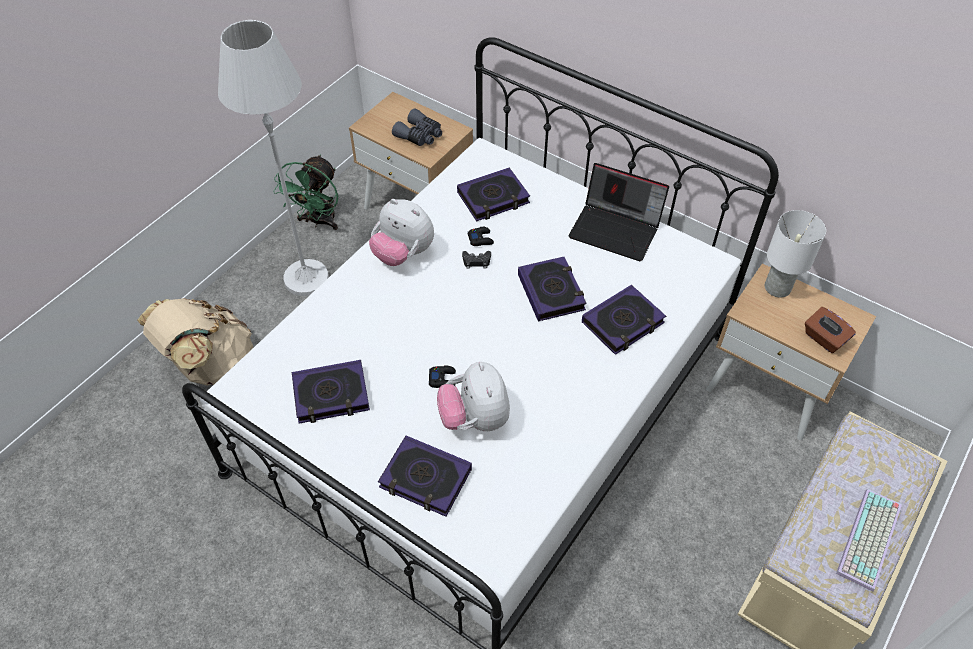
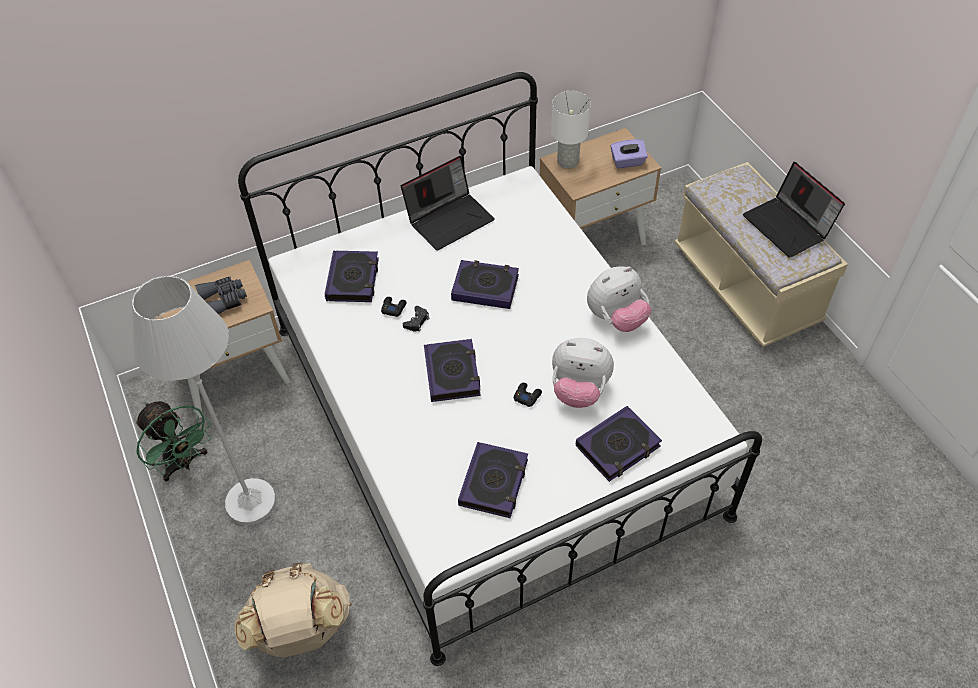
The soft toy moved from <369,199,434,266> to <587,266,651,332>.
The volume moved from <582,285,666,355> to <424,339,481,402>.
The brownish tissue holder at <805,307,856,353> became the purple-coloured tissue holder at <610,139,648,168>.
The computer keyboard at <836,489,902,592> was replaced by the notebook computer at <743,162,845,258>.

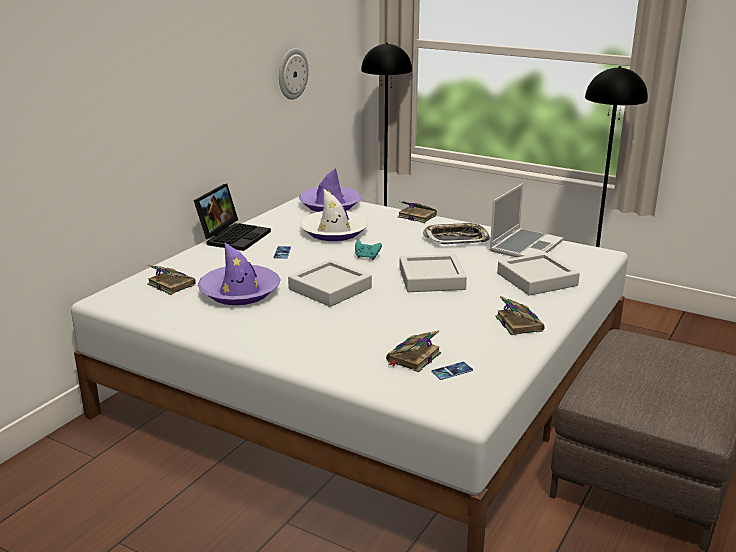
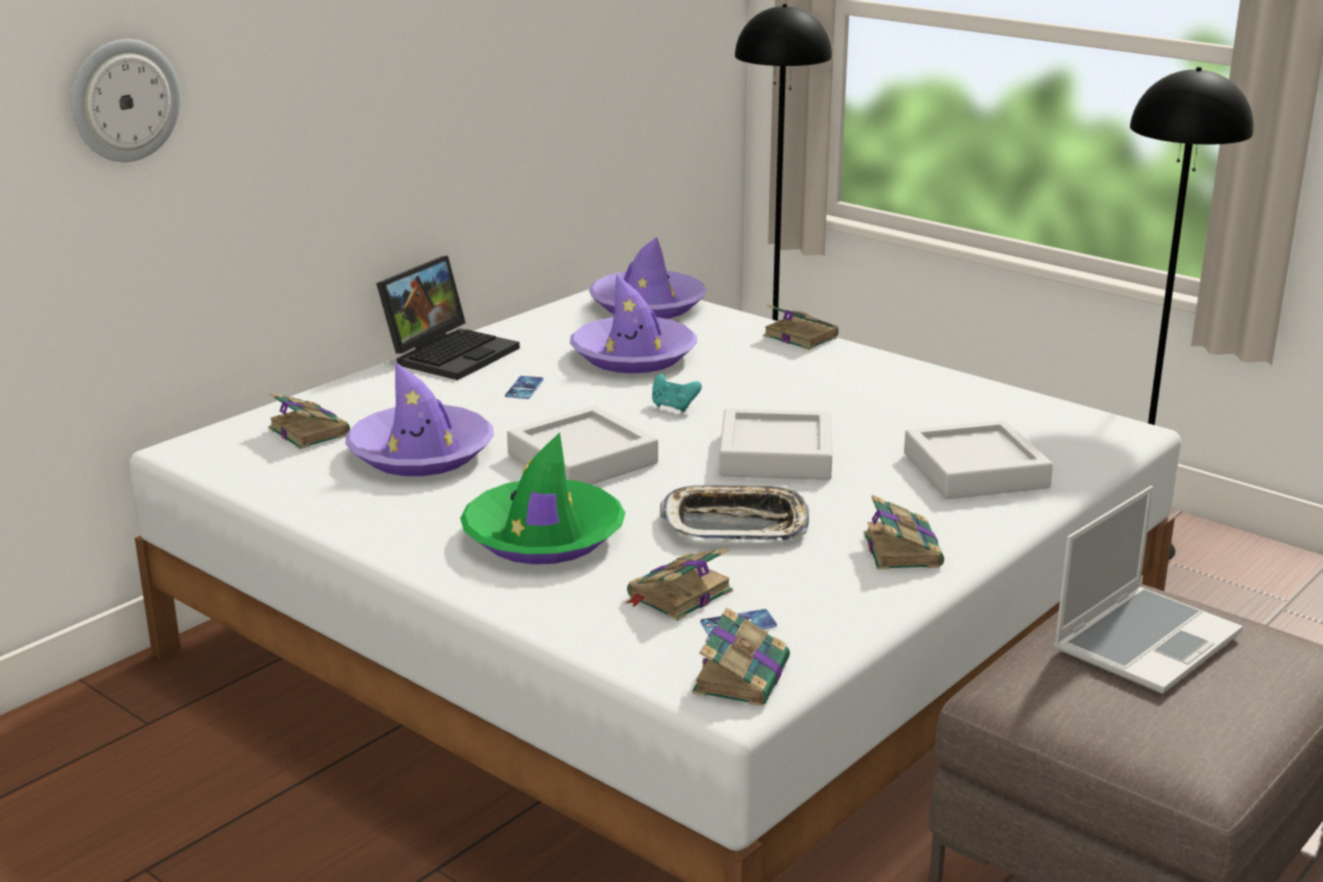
The clock on the wall moved from <279,48,309,100> to <71,39,180,162>.
The notebook computer moved from <489,183,563,257> to <1054,486,1243,694>.
The white clothing hat at <300,189,368,241> became the purple-coloured clothing hat at <570,274,697,373>.
The tray moved from <423,222,490,244> to <660,485,809,540>.
The green clothing hat at <460,432,625,564> appeared.
The volume at <692,607,790,706> appeared.

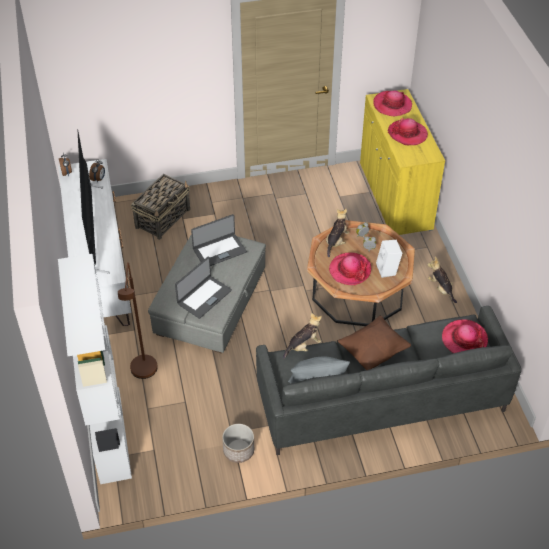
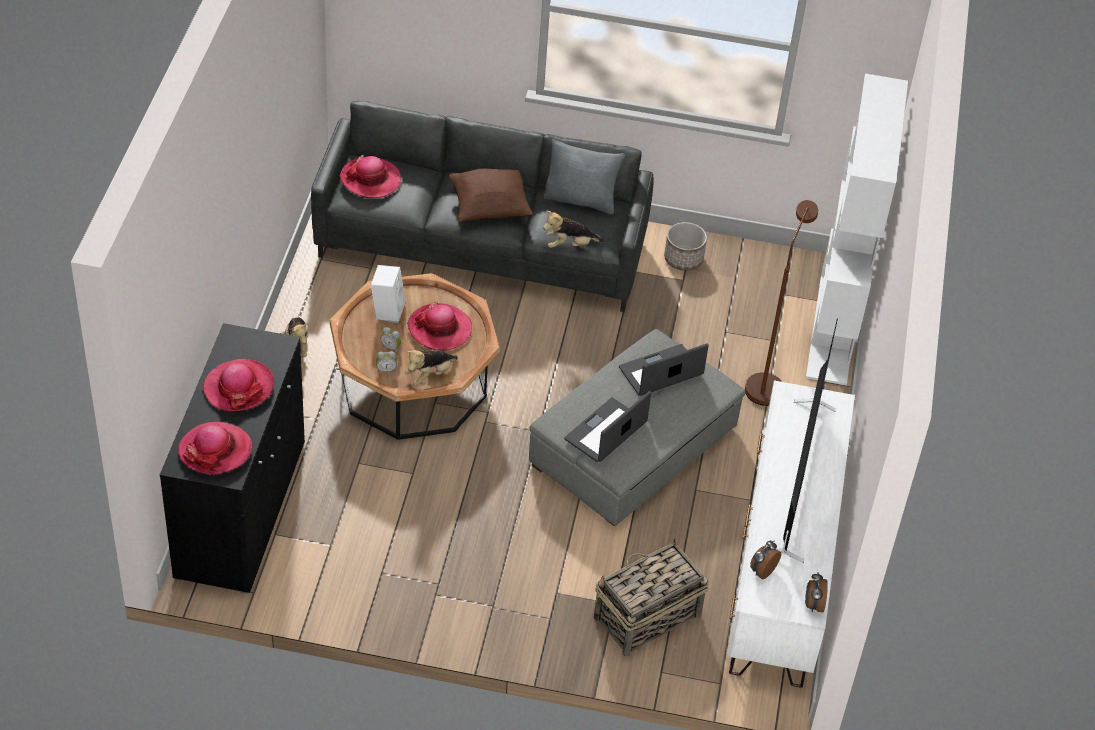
The yellow cupboard at <360,89,445,235> became the black cupboard at <160,323,305,594>.
The notebook computer at <191,214,247,266> turned 45 degrees counterclockwise.

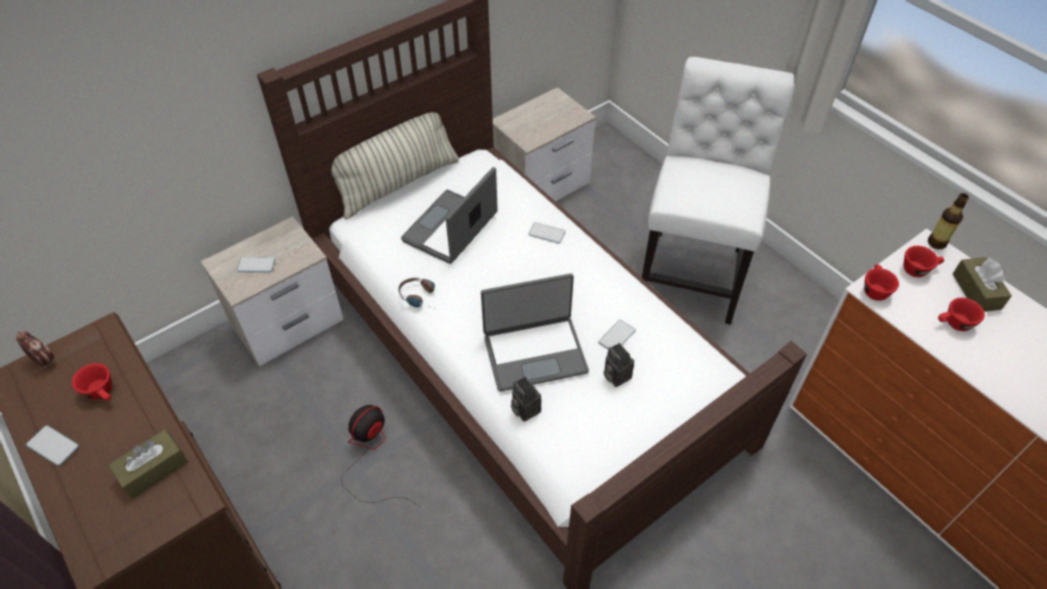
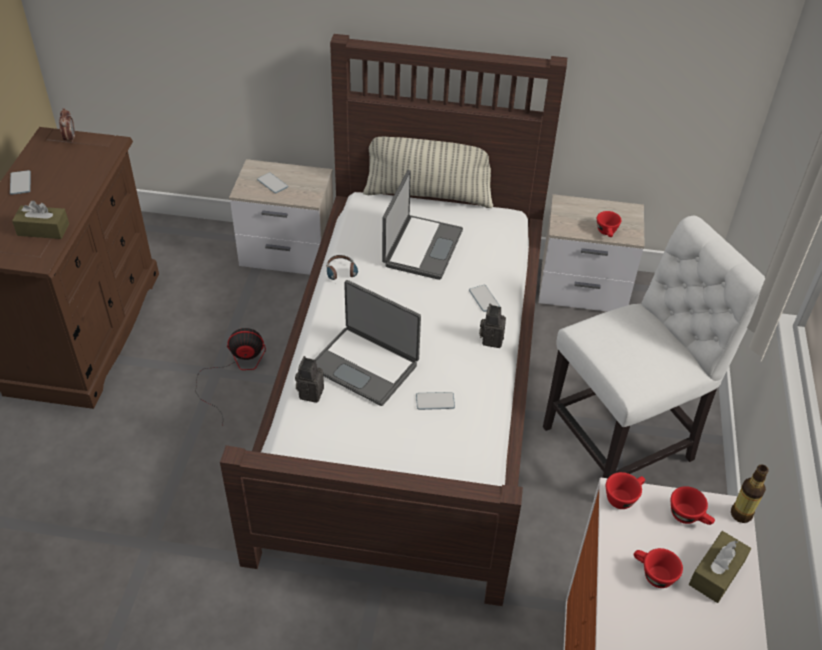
The notebook computer at <401,167,498,264> turned 120 degrees clockwise.
The photo camera moved from <603,343,634,387> to <479,303,506,348>.
The reddish small cup moved from <72,363,112,401> to <597,211,621,237>.

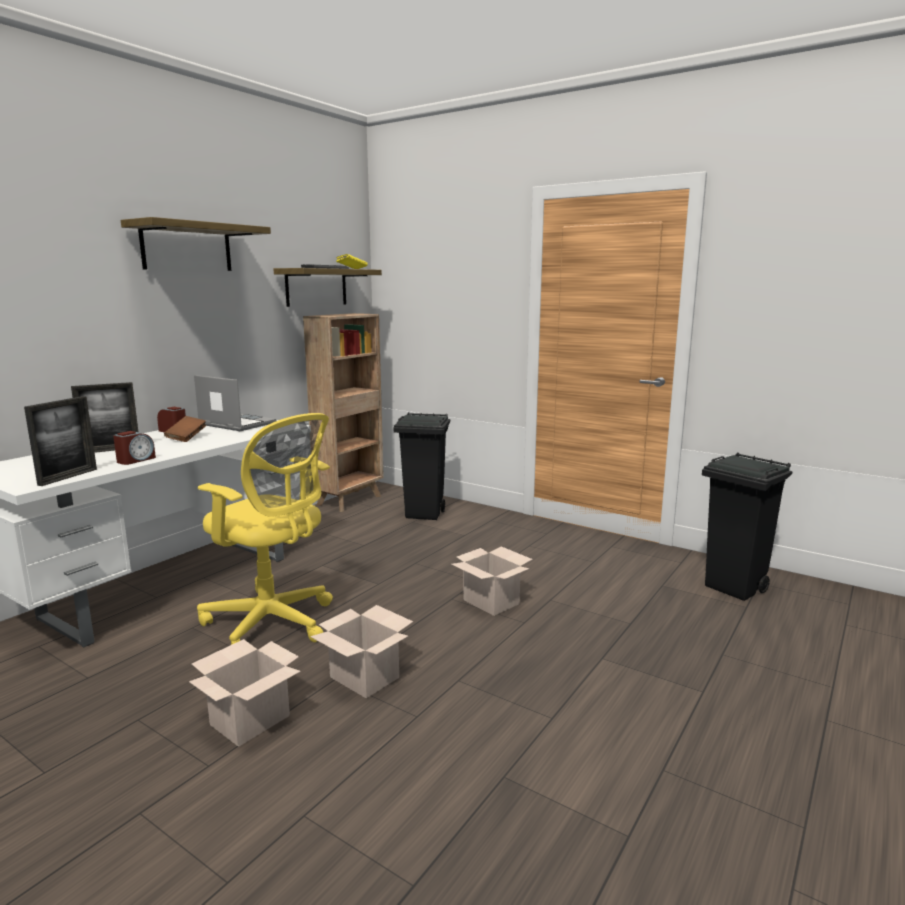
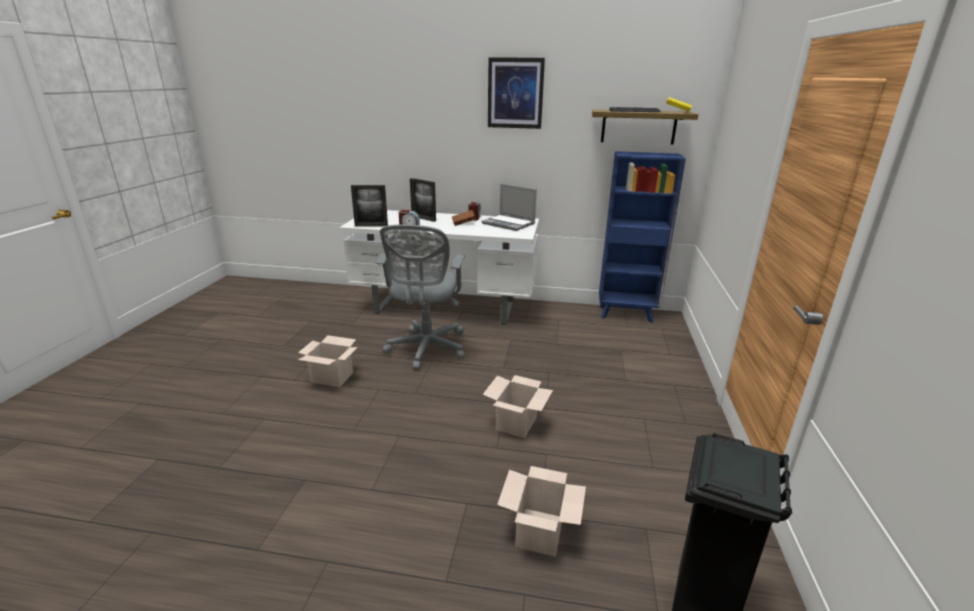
The shelf at <121,217,271,271> was replaced by the wall art at <488,57,545,129>.
The brownish bookshelf at <303,313,384,512> became the bluish bookshelf at <599,151,686,323>.
The notebook computer at <194,375,277,431> turned 120 degrees clockwise.
The yellow desk chair at <197,413,333,645> became the grey desk chair at <376,224,465,370>.
The black rubbish bin at <394,413,450,520> disappeared.
The carton moved from <310,605,413,698> to <497,466,586,557>.

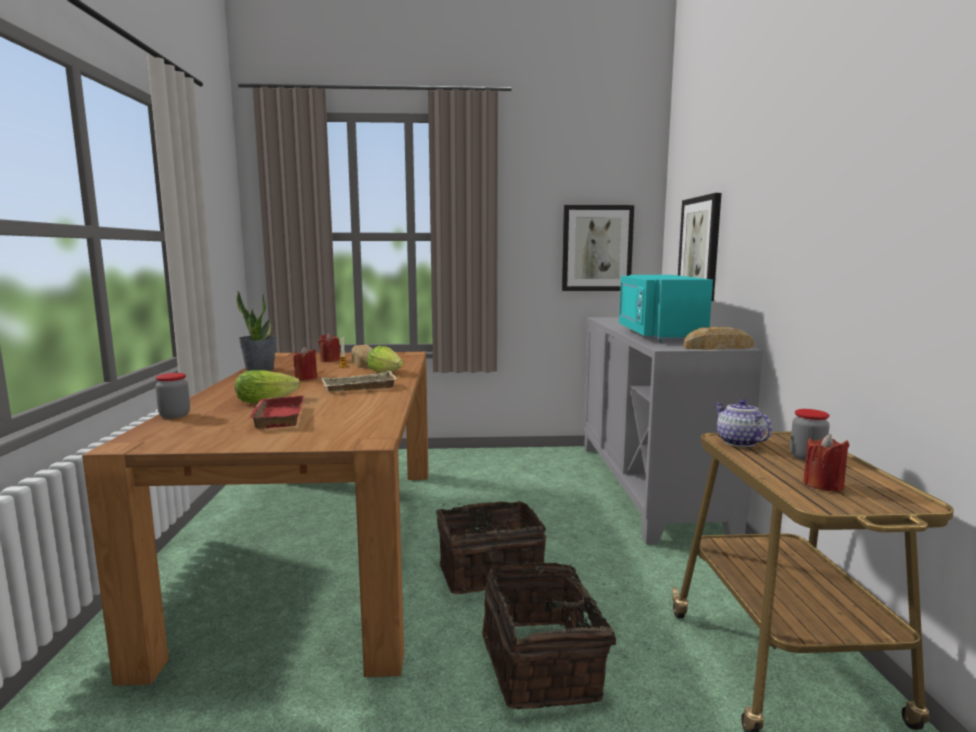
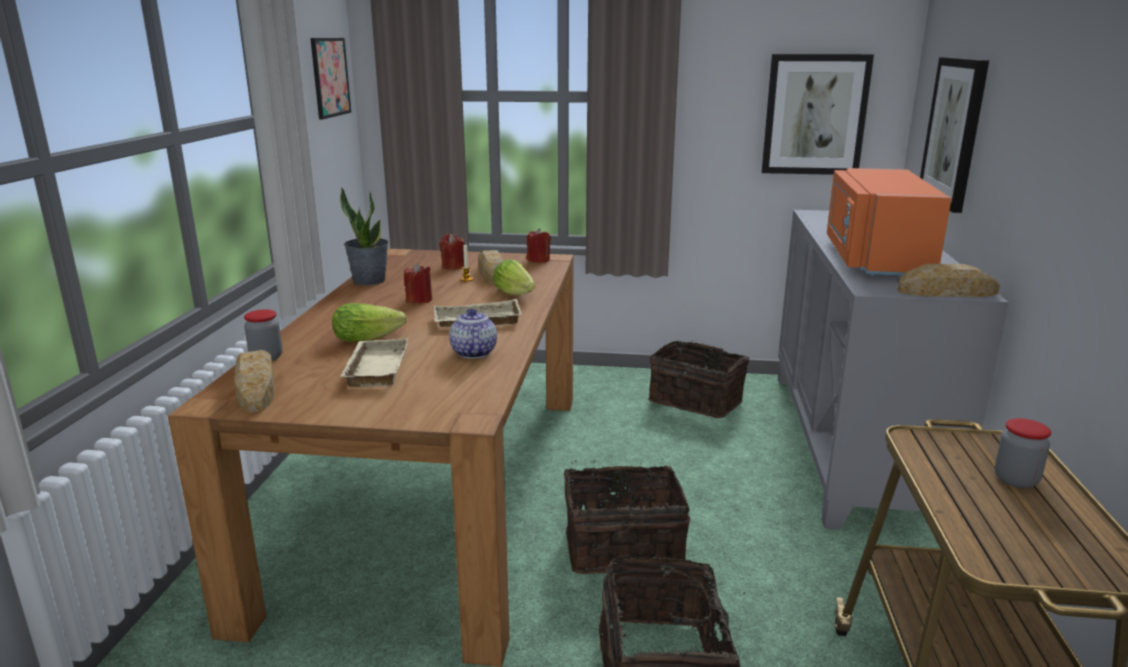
The blue-green microwave oven at <619,275,713,342> became the orangey microwave oven at <827,168,952,276>.
The reddish tray at <249,395,304,428> became the sand-coloured tray at <340,338,408,387>.
The tea pot moved from <715,399,772,447> to <449,309,497,359>.
The reddish wax light moved from <803,434,850,492> to <527,228,551,263>.
The wall art at <310,38,351,119> appeared.
The household basket at <648,340,749,418> appeared.
The baked bread at <234,350,275,413> appeared.

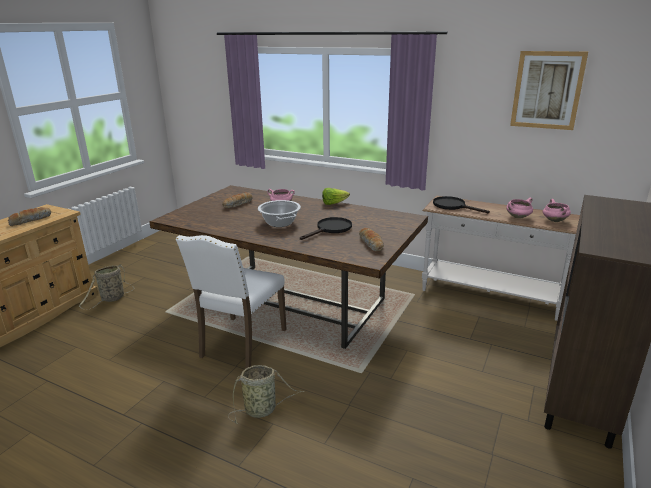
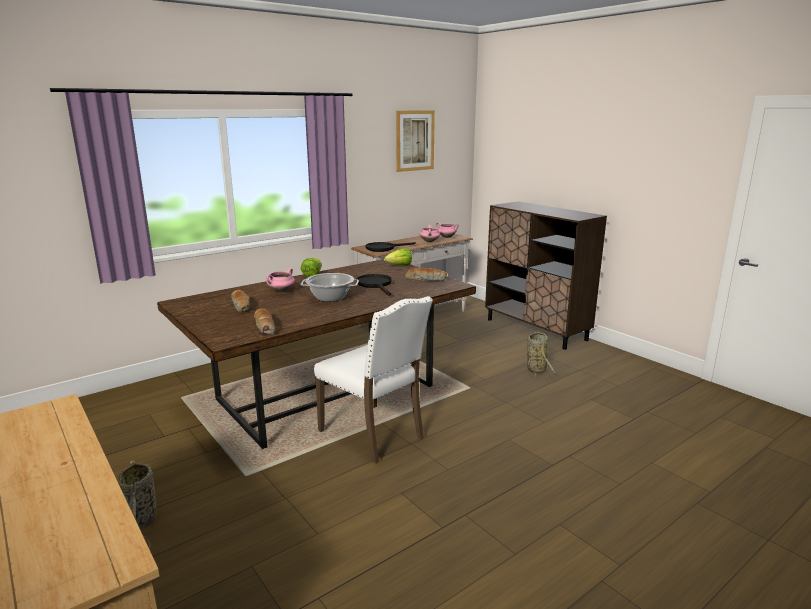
The baked bread moved from <8,207,51,226> to <254,308,275,335>.
The household basket moved from <228,365,305,424> to <527,332,556,378>.
The lettuce head at <384,248,412,265> appeared.

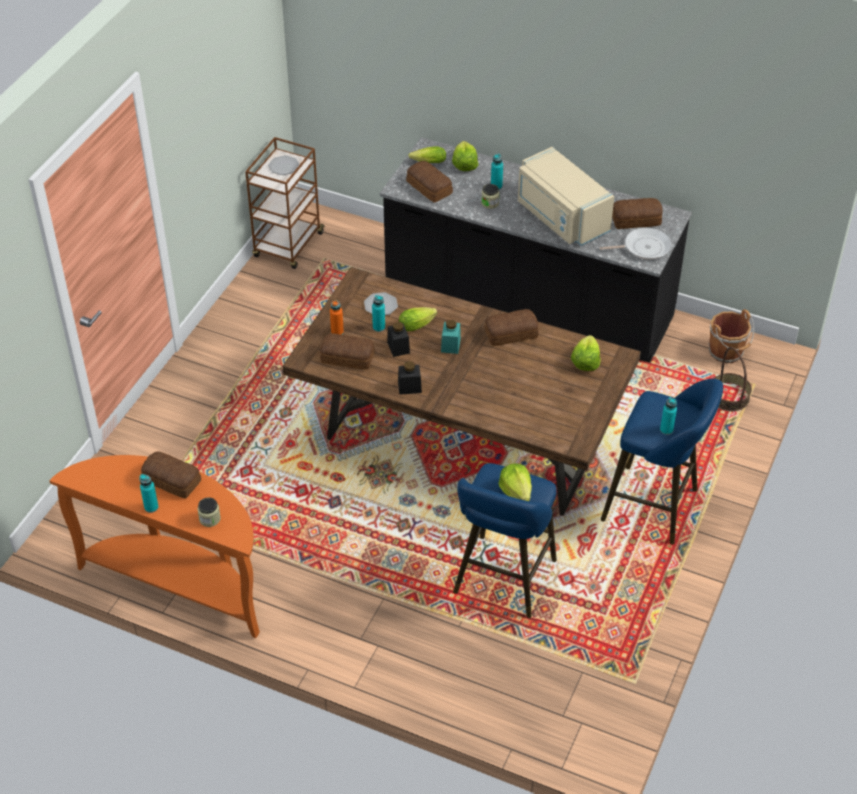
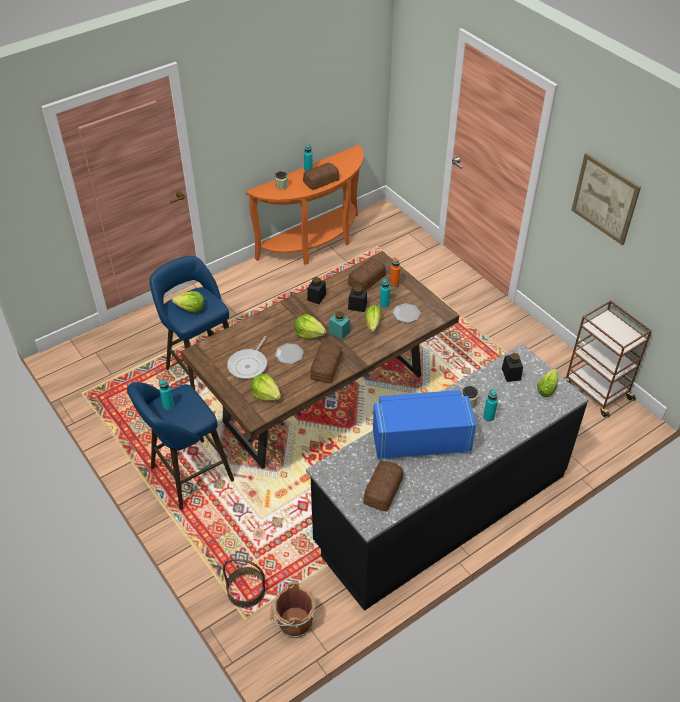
The lettuce head moved from <452,141,478,171> to <295,314,327,339>.
The sand-coloured microwave oven at <518,147,614,246> became the bluish microwave oven at <373,390,476,460>.
The dinner plate moved from <268,155,300,175> to <275,343,304,364>.
The baked bread at <406,161,453,203> was replaced by the black preserve jar at <502,353,523,382>.
The frying pan moved from <600,228,672,260> to <227,336,267,379>.
The wall art at <572,153,641,245> appeared.

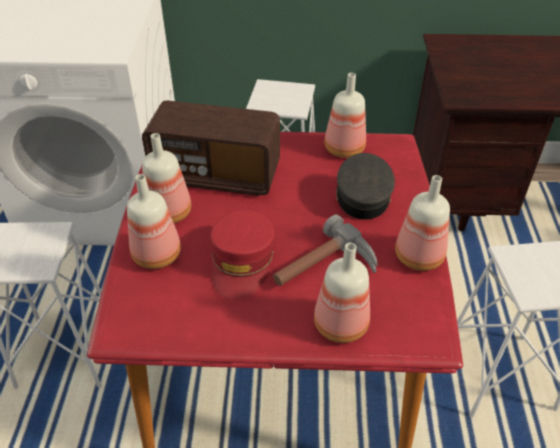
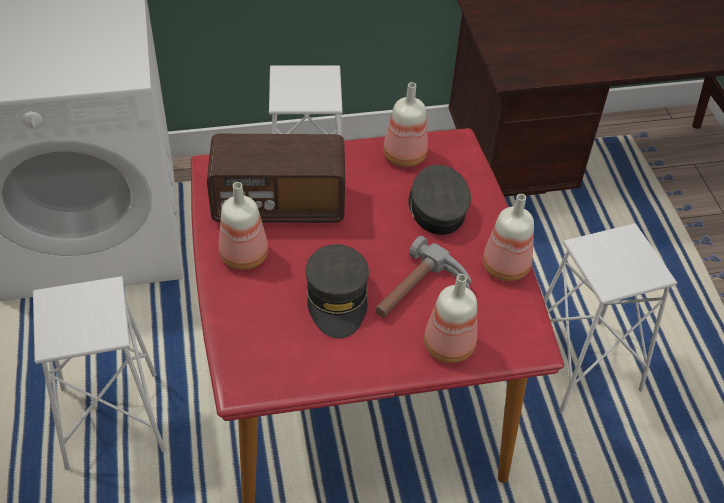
The bottle at <127,174,181,269> disappeared.
The reddish cap at <210,210,274,300> became the grey cap at <306,244,369,338>.

